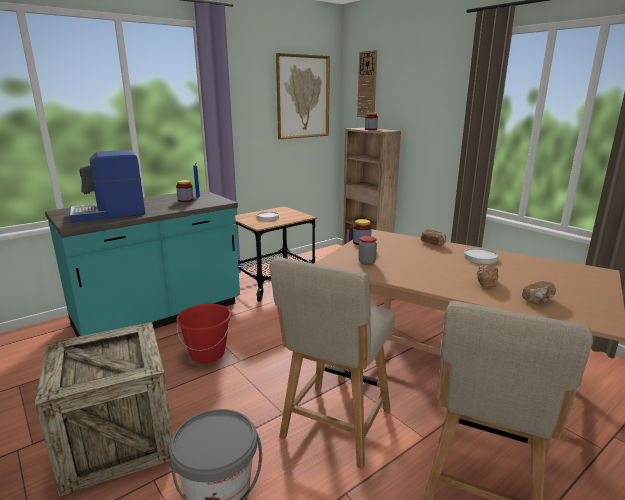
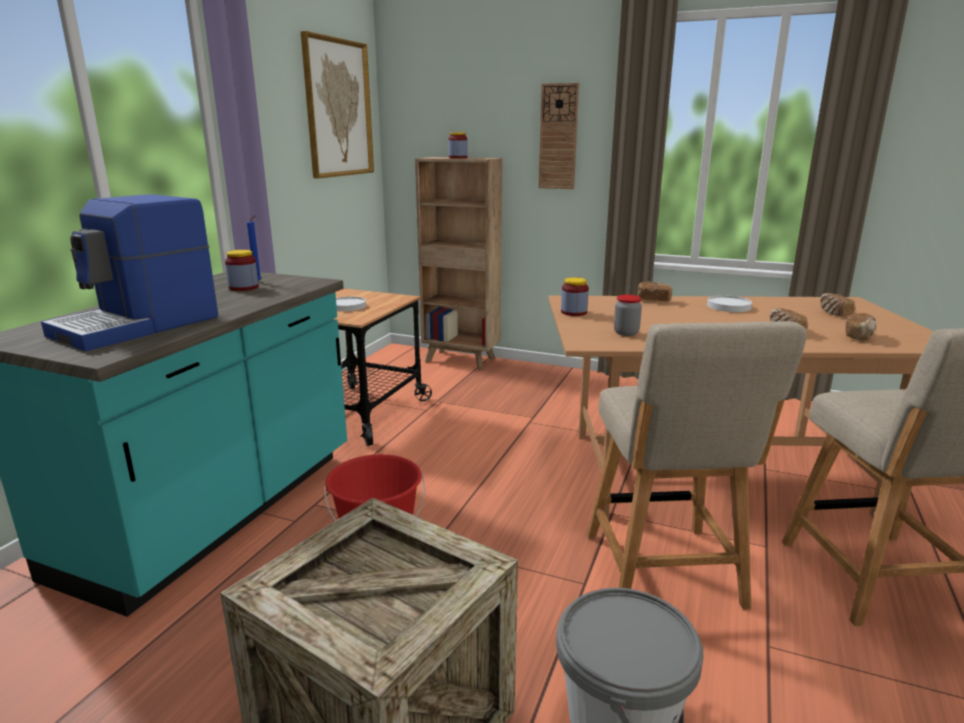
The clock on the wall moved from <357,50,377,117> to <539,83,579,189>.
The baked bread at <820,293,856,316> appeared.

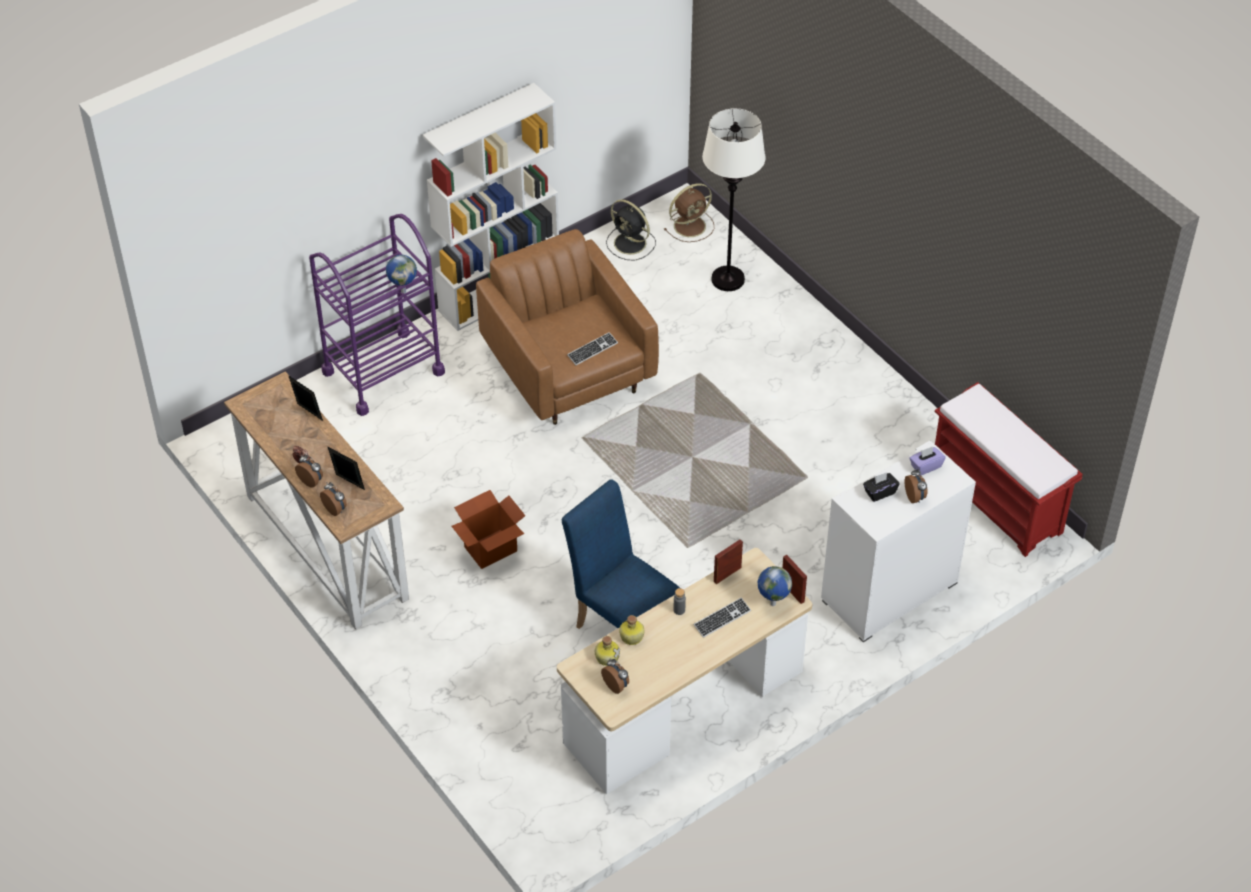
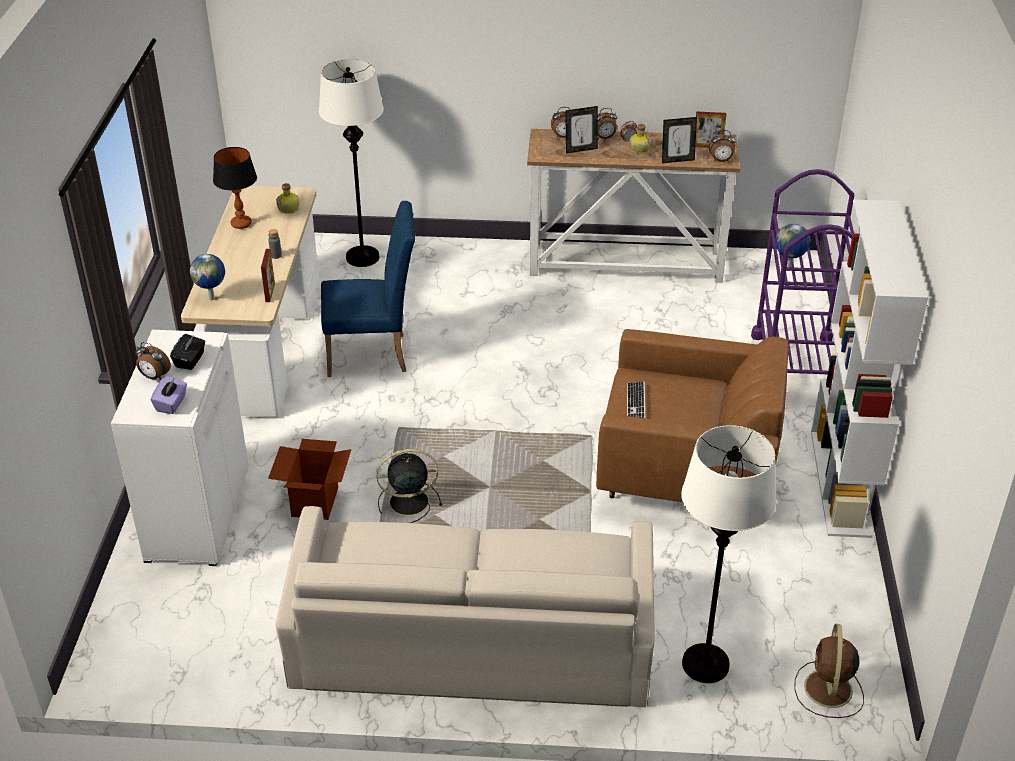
The black electric fan moved from <606,200,656,260> to <376,449,442,523>.
The reddish long seat at <935,382,1083,557> disappeared.
The carton moved from <452,490,525,569> to <268,439,351,520>.
The photo frame moved from <782,555,807,604> to <695,111,726,148>.
The computer keyboard at <694,597,751,638> disappeared.
The bottle moved from <619,615,644,645> to <629,124,652,154>.
The bedside clock moved from <601,659,629,694> to <709,130,736,162>.
The white floor lamp at <319,59,384,267> appeared.
The tabletop lamp at <213,147,257,229> appeared.
The sand-coloured couch at <276,506,654,707> appeared.

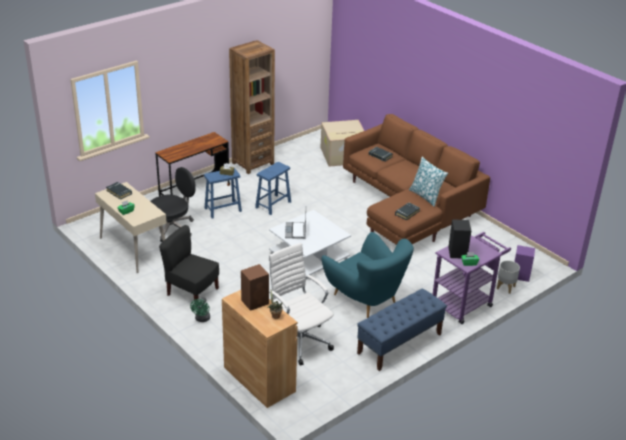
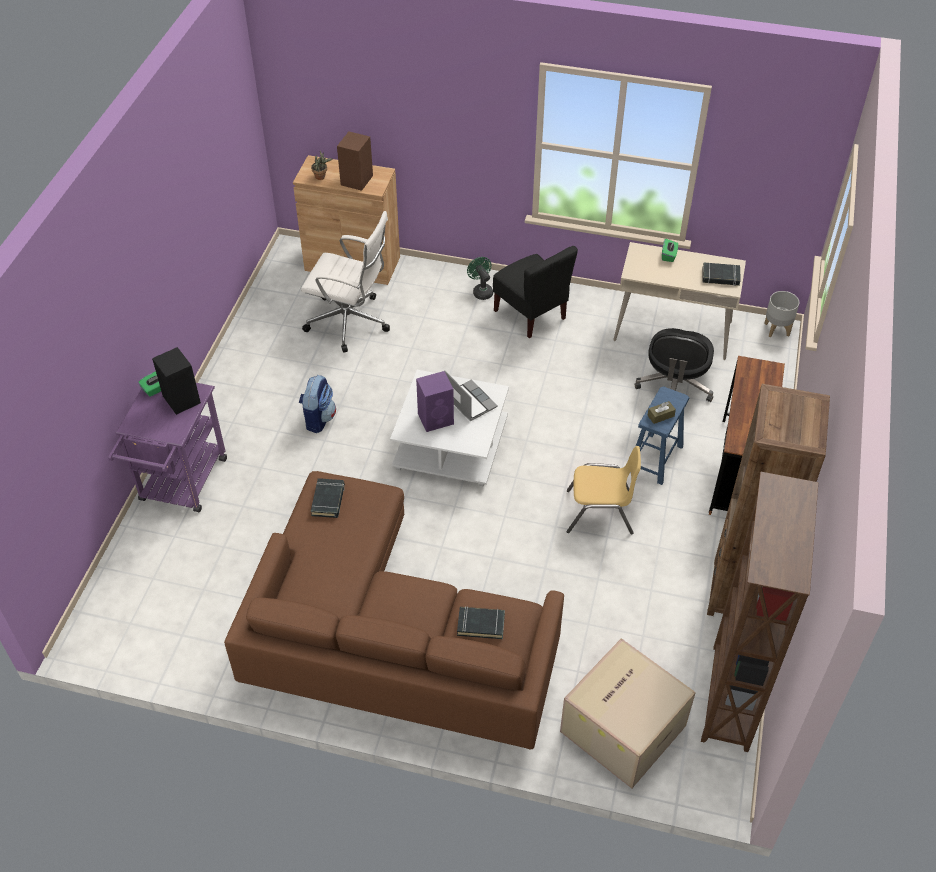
The throw pillow at <409,157,448,207> disappeared.
The bluish stool at <255,162,291,215> was replaced by the yellow chair at <567,446,641,534>.
The black chair at <159,225,219,301> turned 60 degrees clockwise.
The blue-green armchair at <322,232,414,318> was replaced by the backpack at <299,375,336,433>.
The purple-coloured speaker moved from <514,245,535,282> to <416,371,454,432>.
The grey planter moved from <497,260,520,294> to <764,291,799,337>.
The bluish long seat at <357,289,447,371> disappeared.
The brownish bookshelf at <701,471,818,752> appeared.

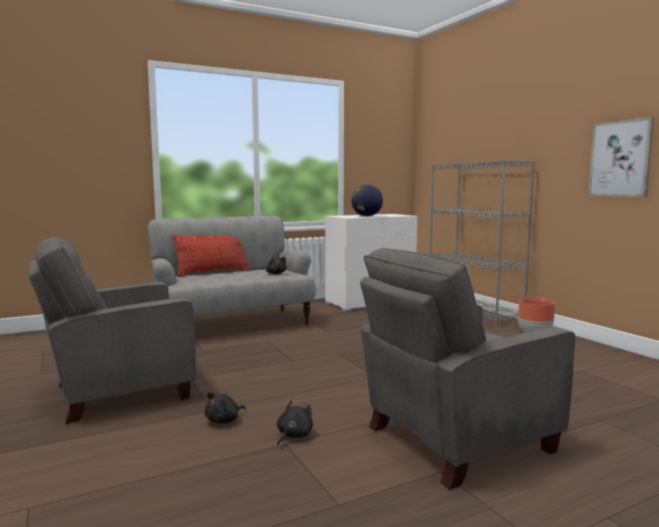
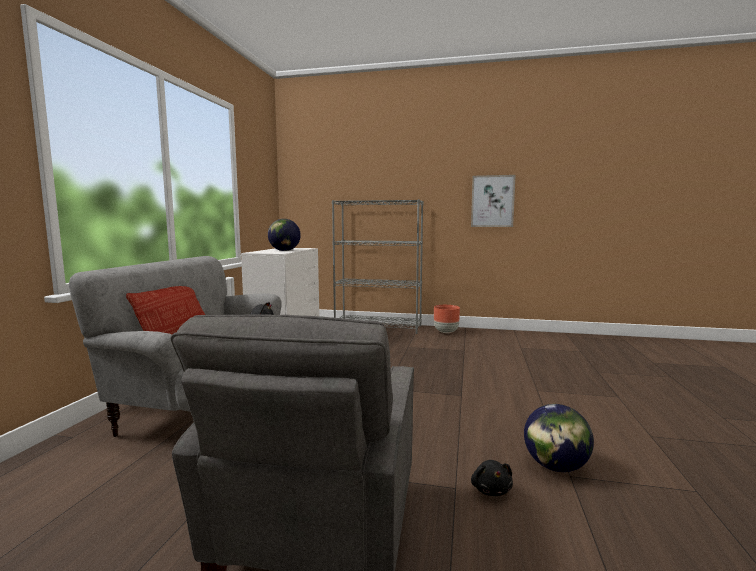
The grey armchair at <360,248,575,490> disappeared.
The black soft toy at <277,400,313,446> was replaced by the globe at <524,404,594,472>.

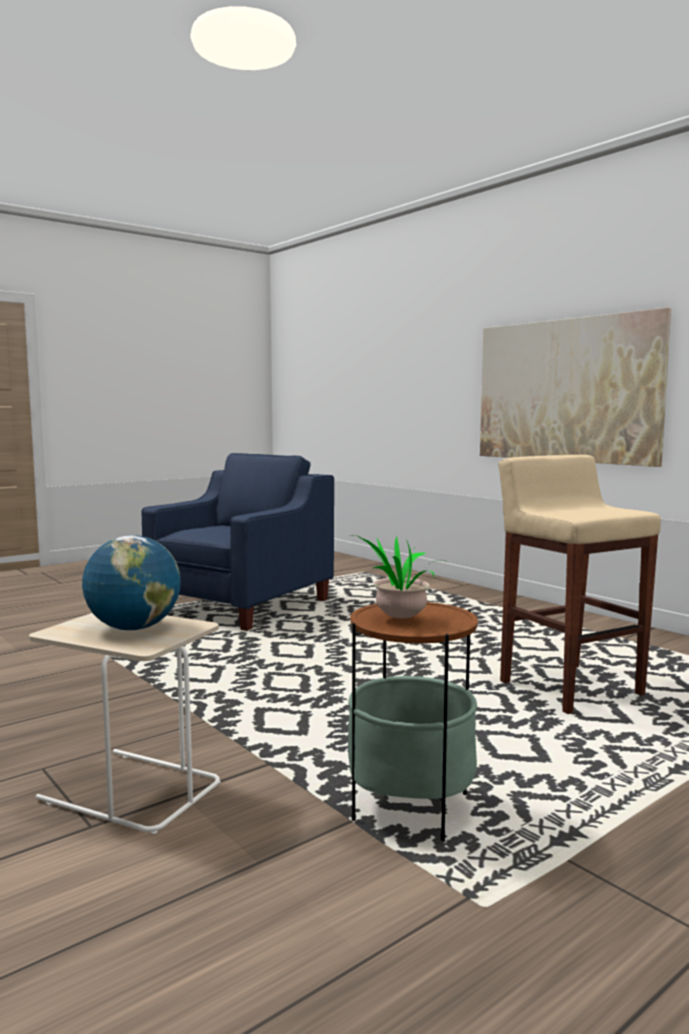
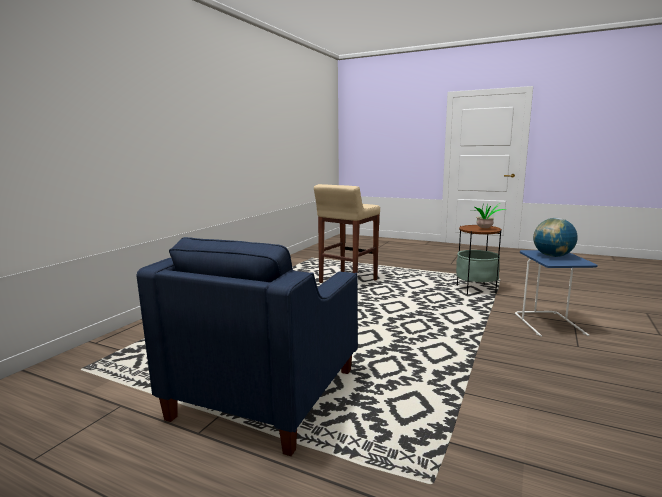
The wall art at <480,308,671,467> disappeared.
The bluish armchair at <142,453,334,631> turned 75 degrees counterclockwise.
The sand-coloured end table at <29,613,221,834> became the bluish end table at <515,250,597,337>.

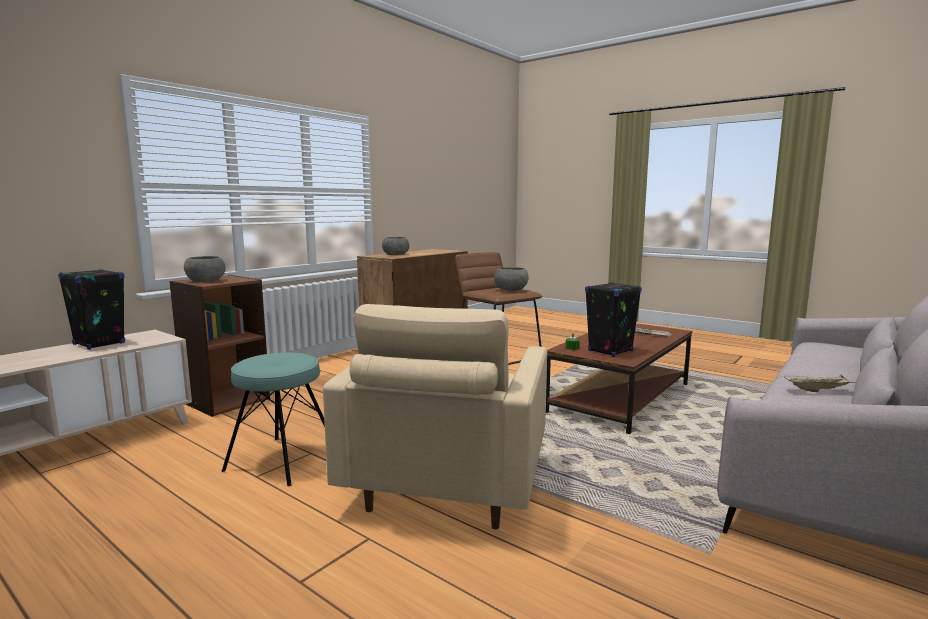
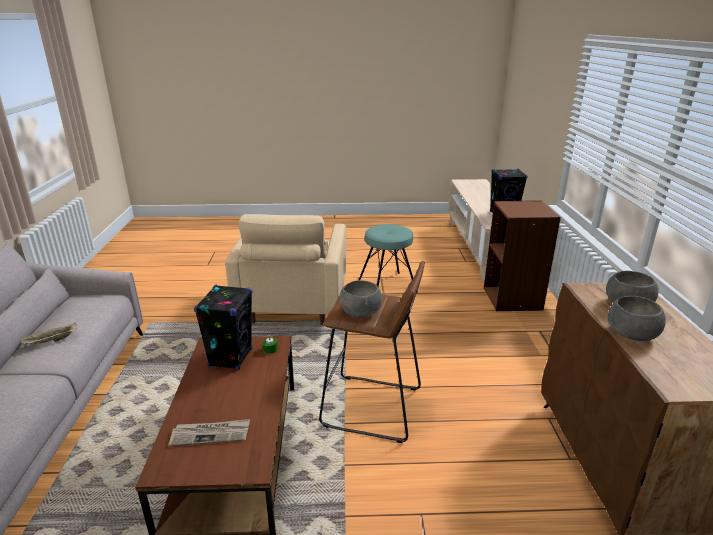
The grey serving bowl moved from <184,256,226,282> to <608,296,666,341>.
The sand-coloured armchair at <323,304,547,529> turned 150 degrees counterclockwise.

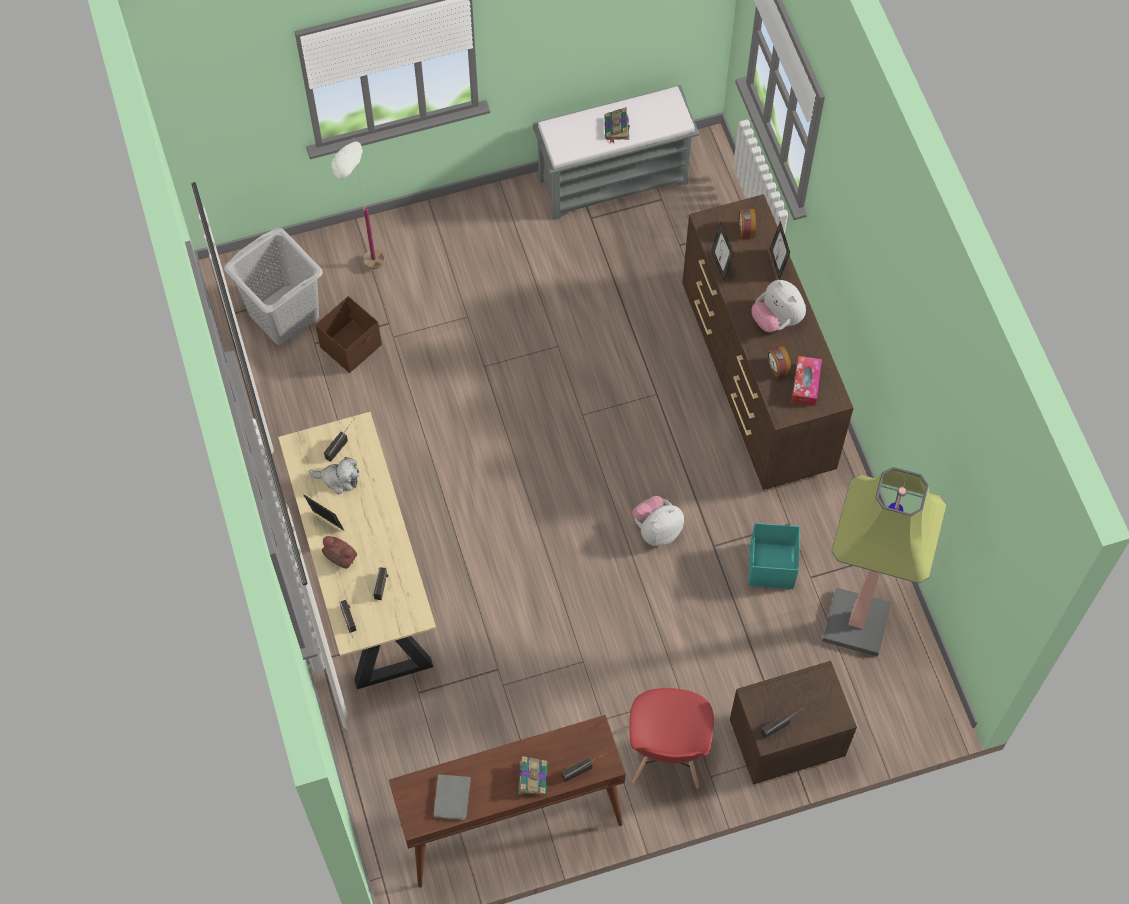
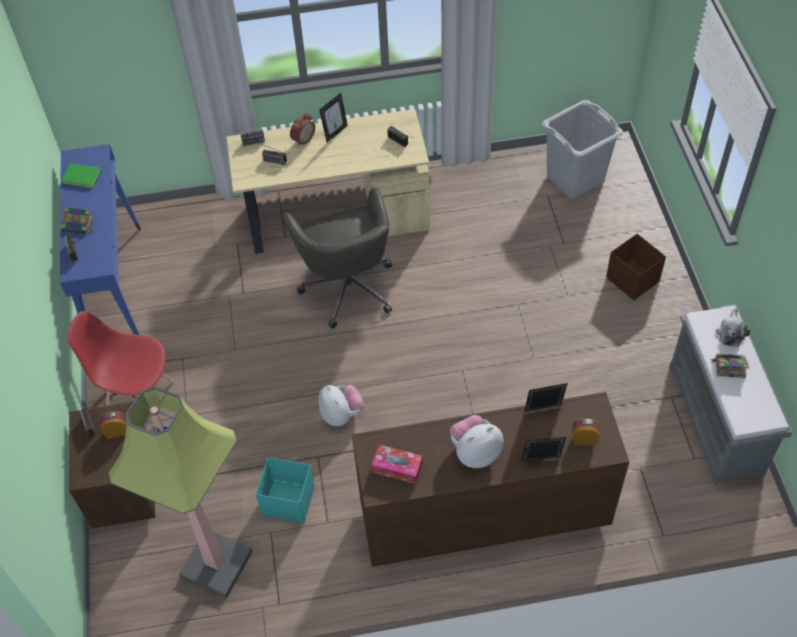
The white floor lamp at <331,138,384,269> disappeared.
The brownish storage container moved from <315,296,382,373> to <606,234,666,300>.
The bedside clock moved from <768,346,791,378> to <100,411,126,439>.
The soft toy moved from <309,457,359,494> to <716,308,750,347>.
The brownish narrow table at <389,715,626,888> became the bluish narrow table at <60,144,141,335>.
The grey volume at <433,774,471,820> became the green volume at <61,164,102,189>.
The grey desk chair at <283,188,392,329> appeared.

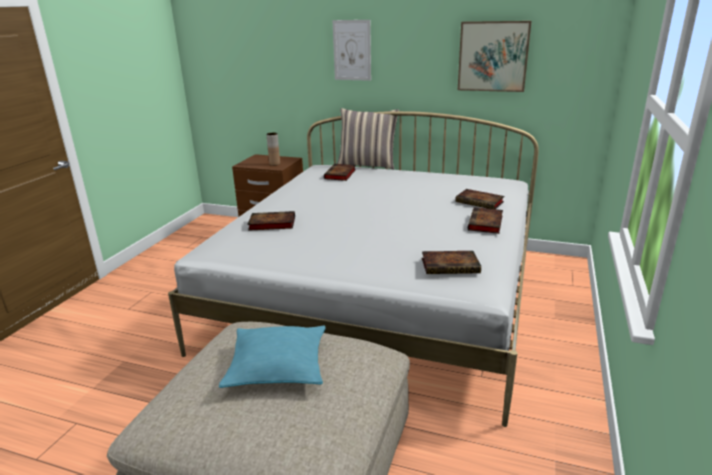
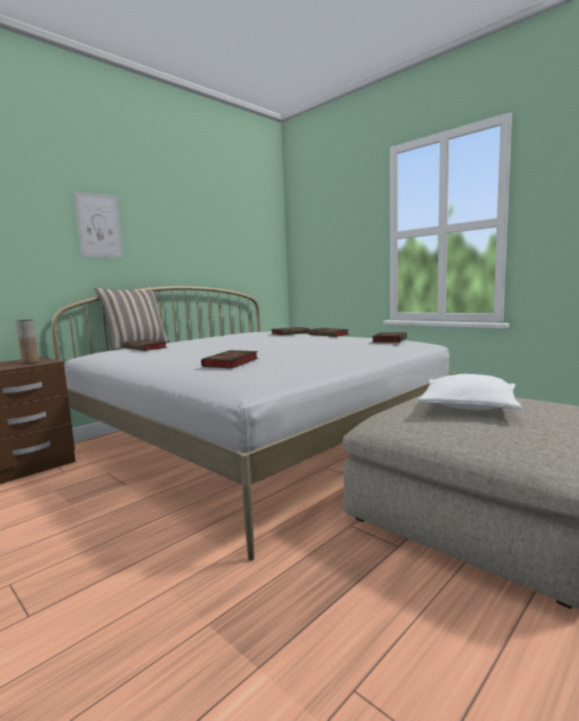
The wall art at <458,21,532,92> disappeared.
The blue-green throw pillow at <219,325,326,388> became the white throw pillow at <418,374,522,410>.

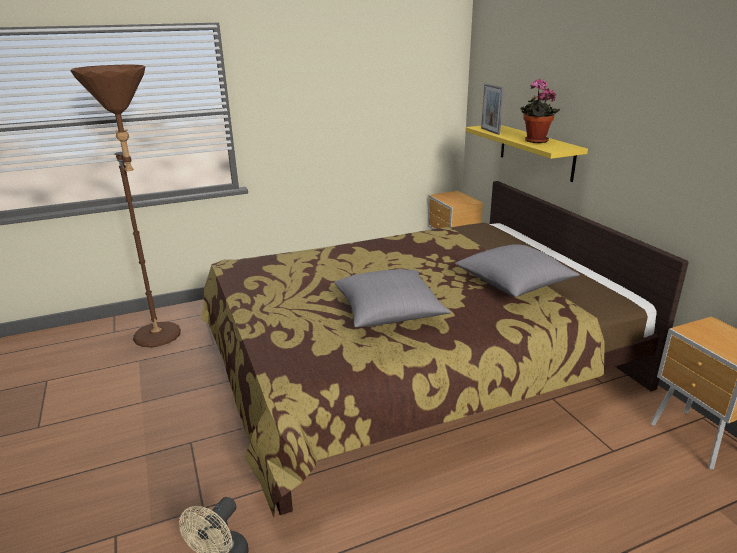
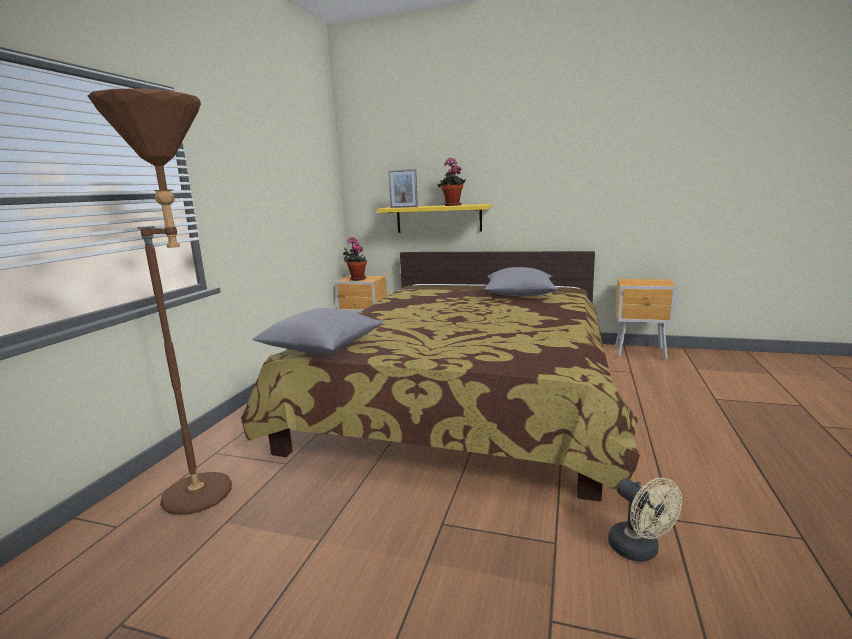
The grey throw pillow moved from <334,269,451,327> to <252,308,383,354>.
The houseplant at <343,237,367,281> appeared.

